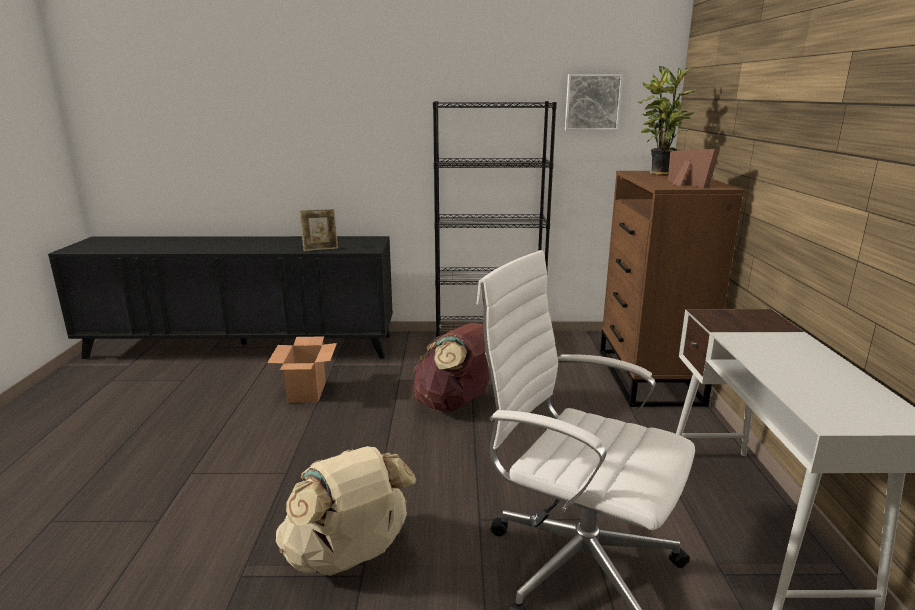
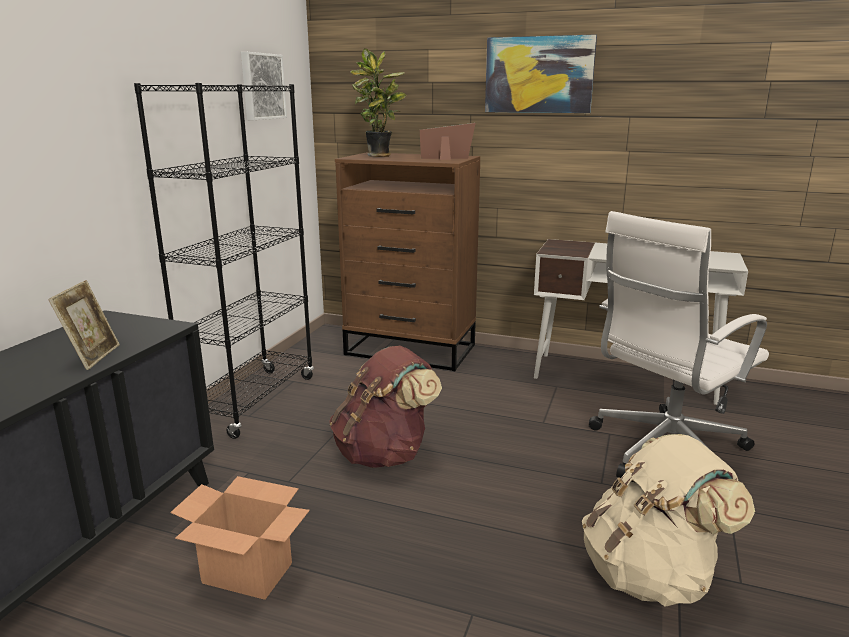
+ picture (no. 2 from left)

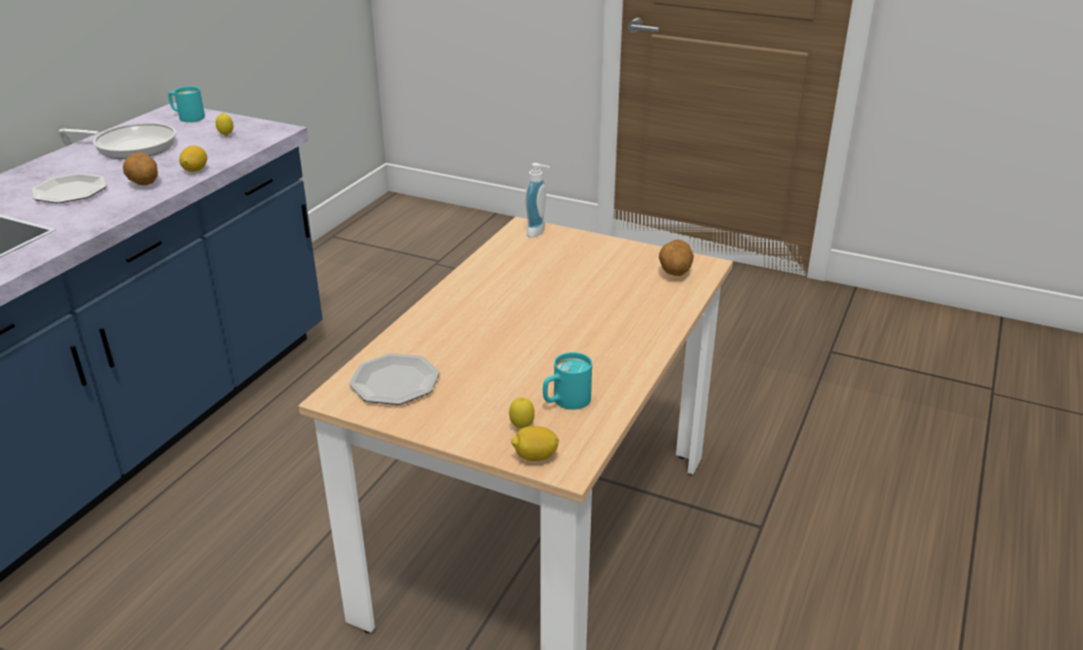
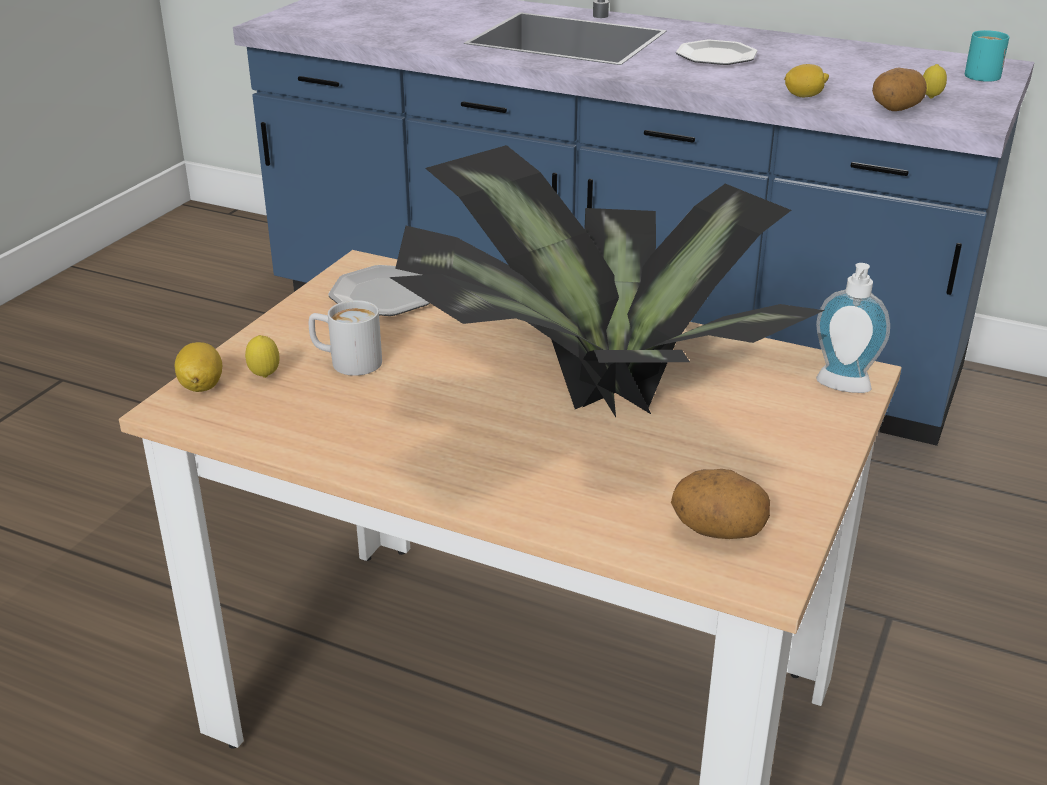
- frying_pan
~ potato (no. 1 from left in the first image) to potato (no. 2 from left)
- turquoise_mug (no. 2 from left)
+ potted_plant
+ white_mug

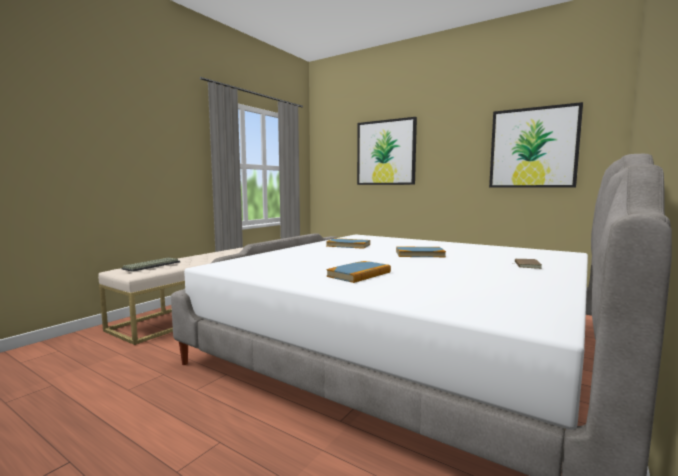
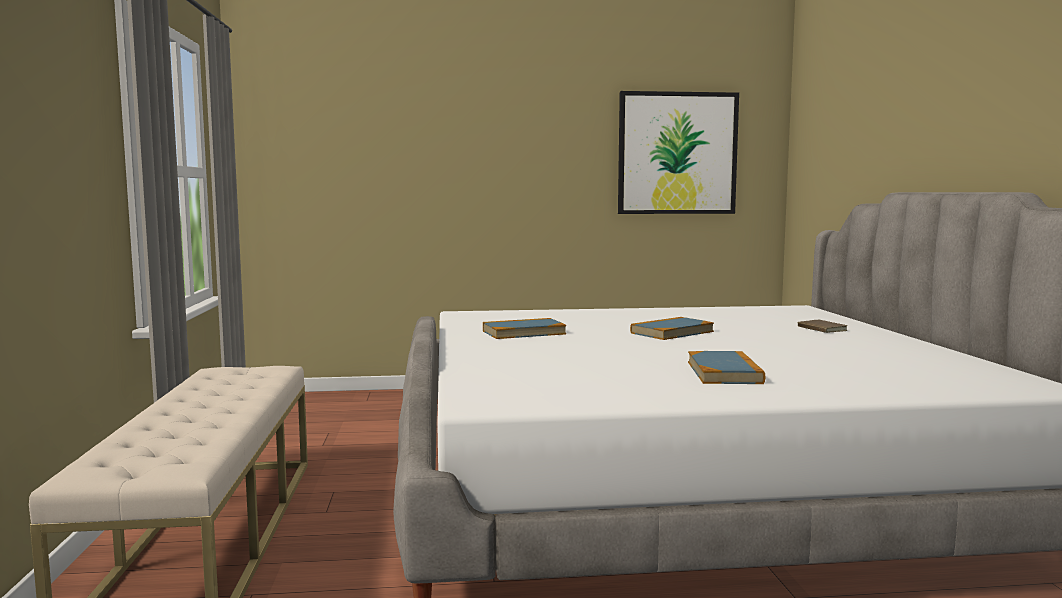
- picture (no. 1 from left)
- keyboard

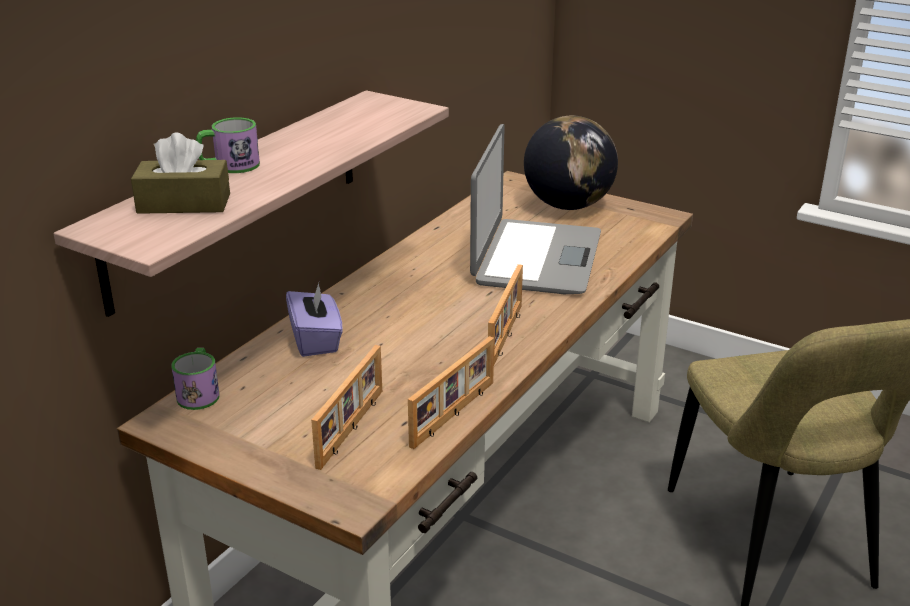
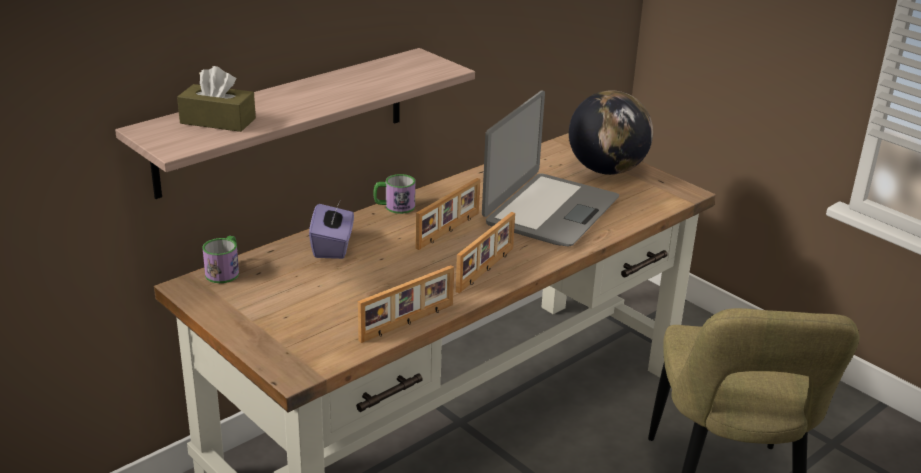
~ mug (no. 2 from left)
~ picture_frame (no. 1 from left in the first image) to picture_frame (no. 2 from left)

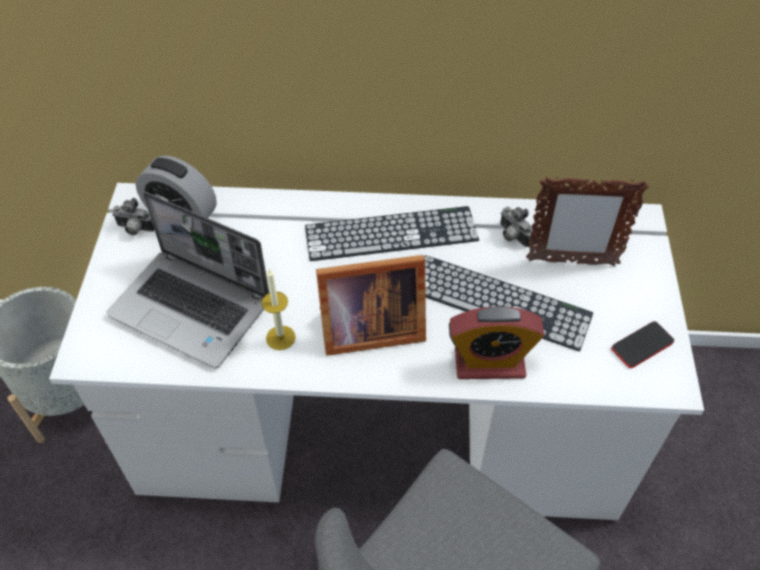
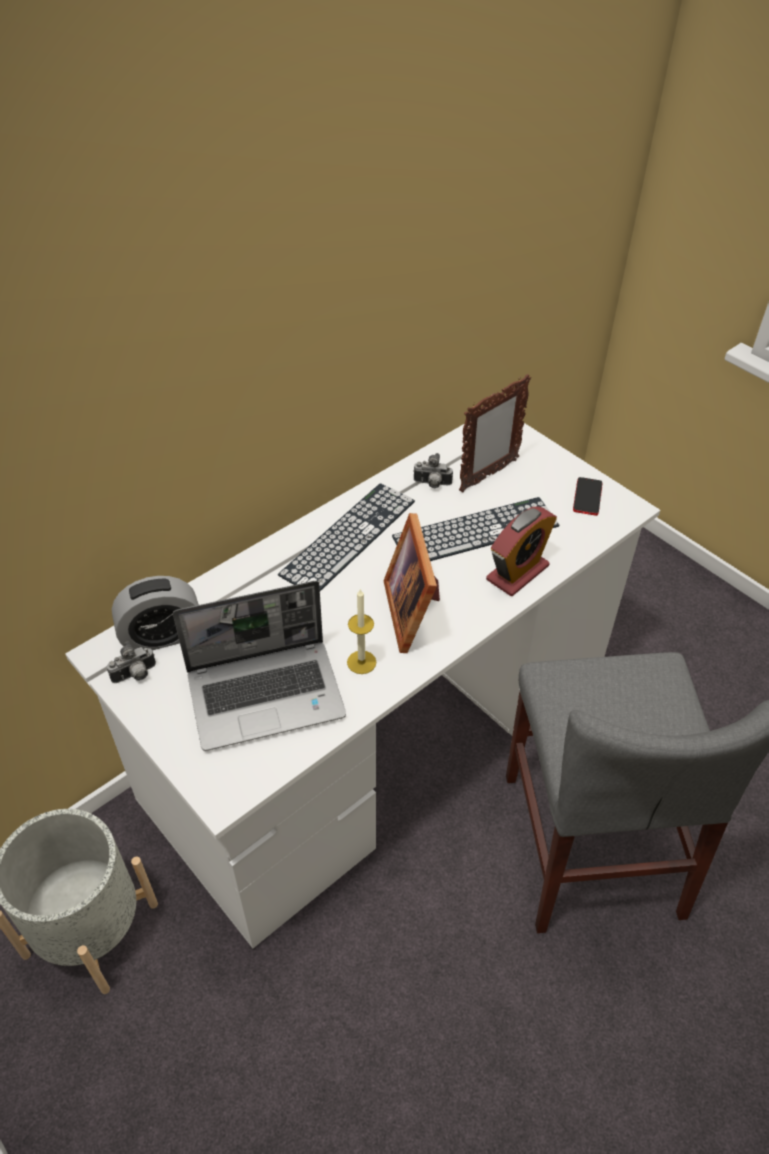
~ picture_frame (no. 1 from left) 135 degrees clockwise

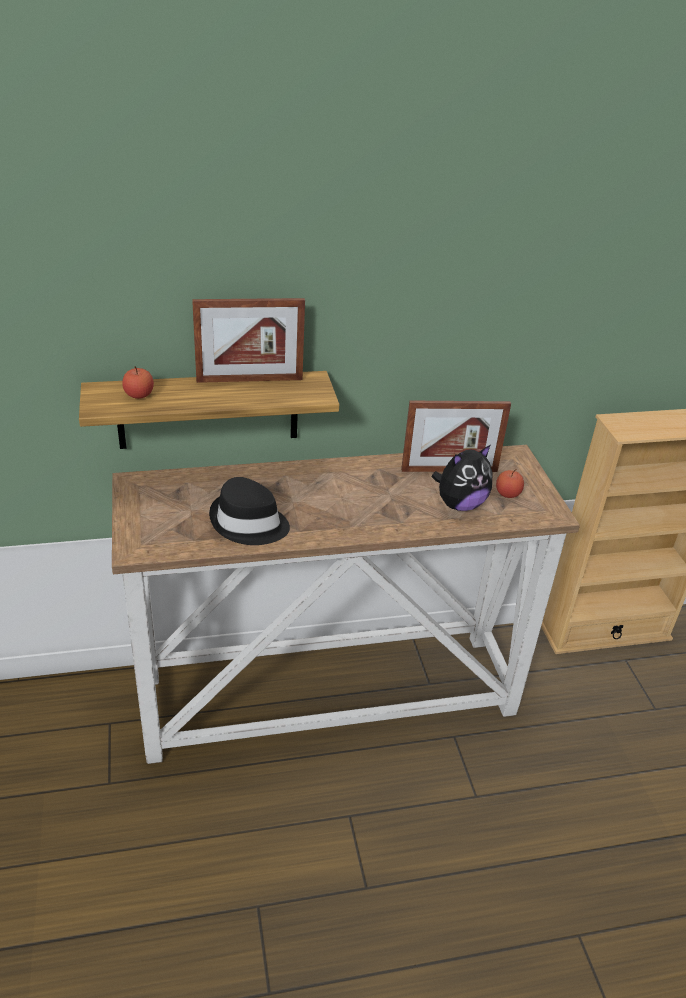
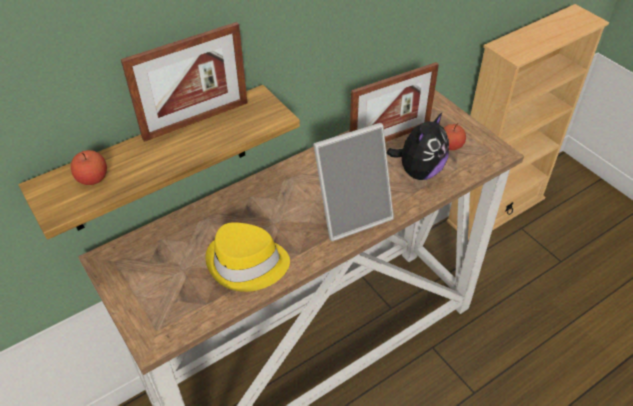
~ black_hat to yellow_hat
+ picture_frame (no. 2 from left)

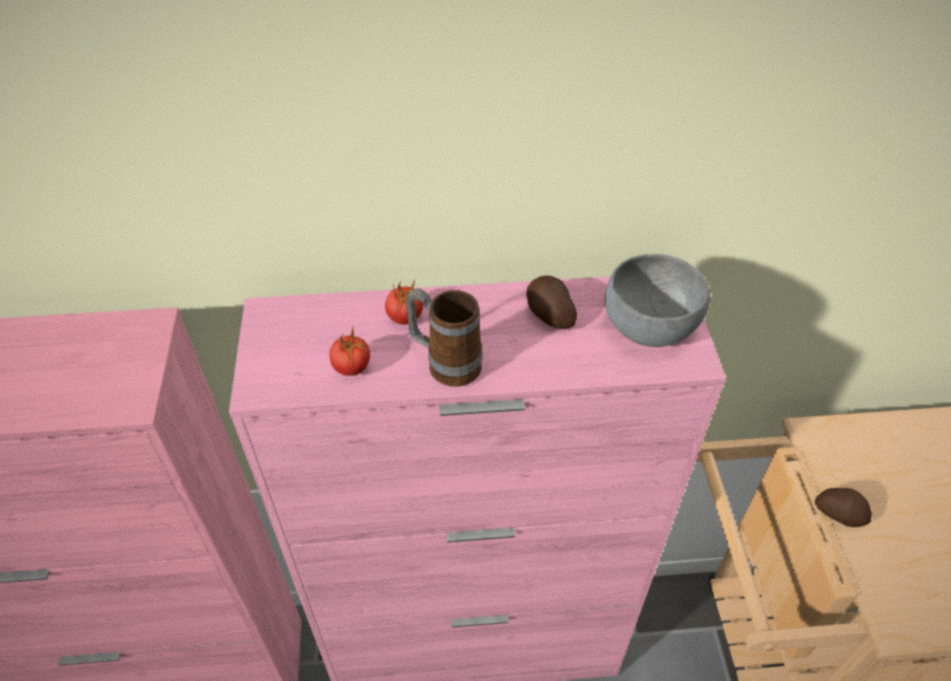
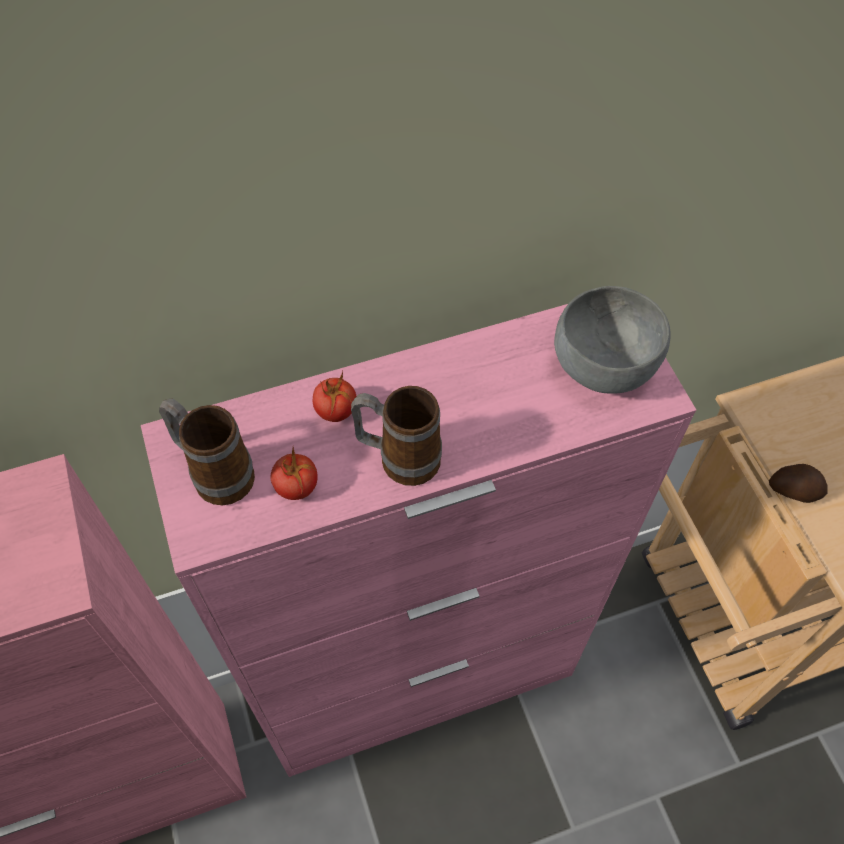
- potato (no. 1 from left)
+ mug (no. 1 from left)

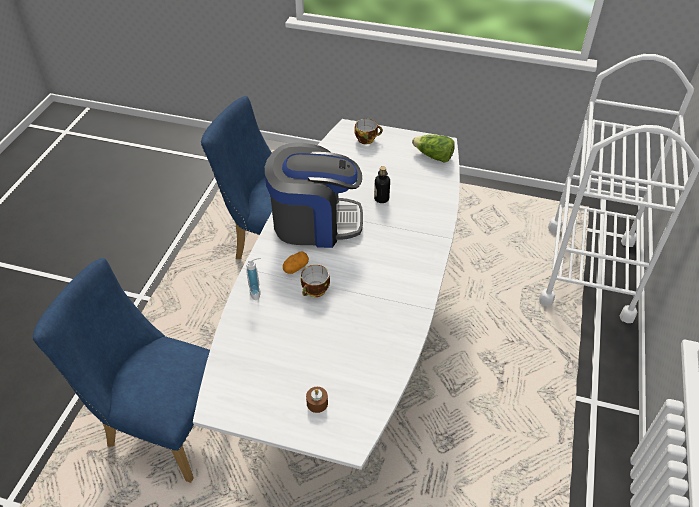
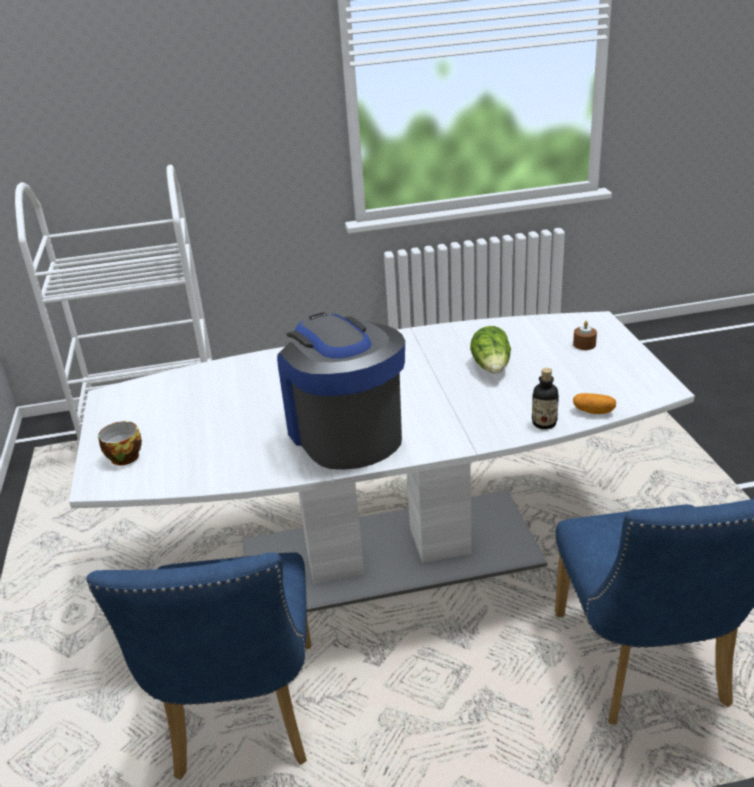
~ lettuce
~ bottle
~ potato
- soap_dispenser
- cup (no. 1 from left)

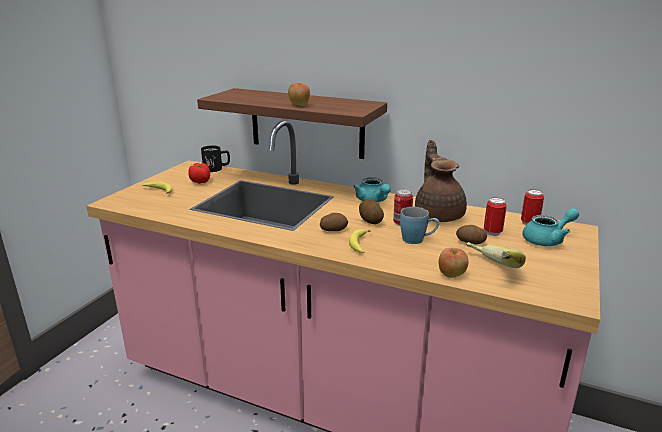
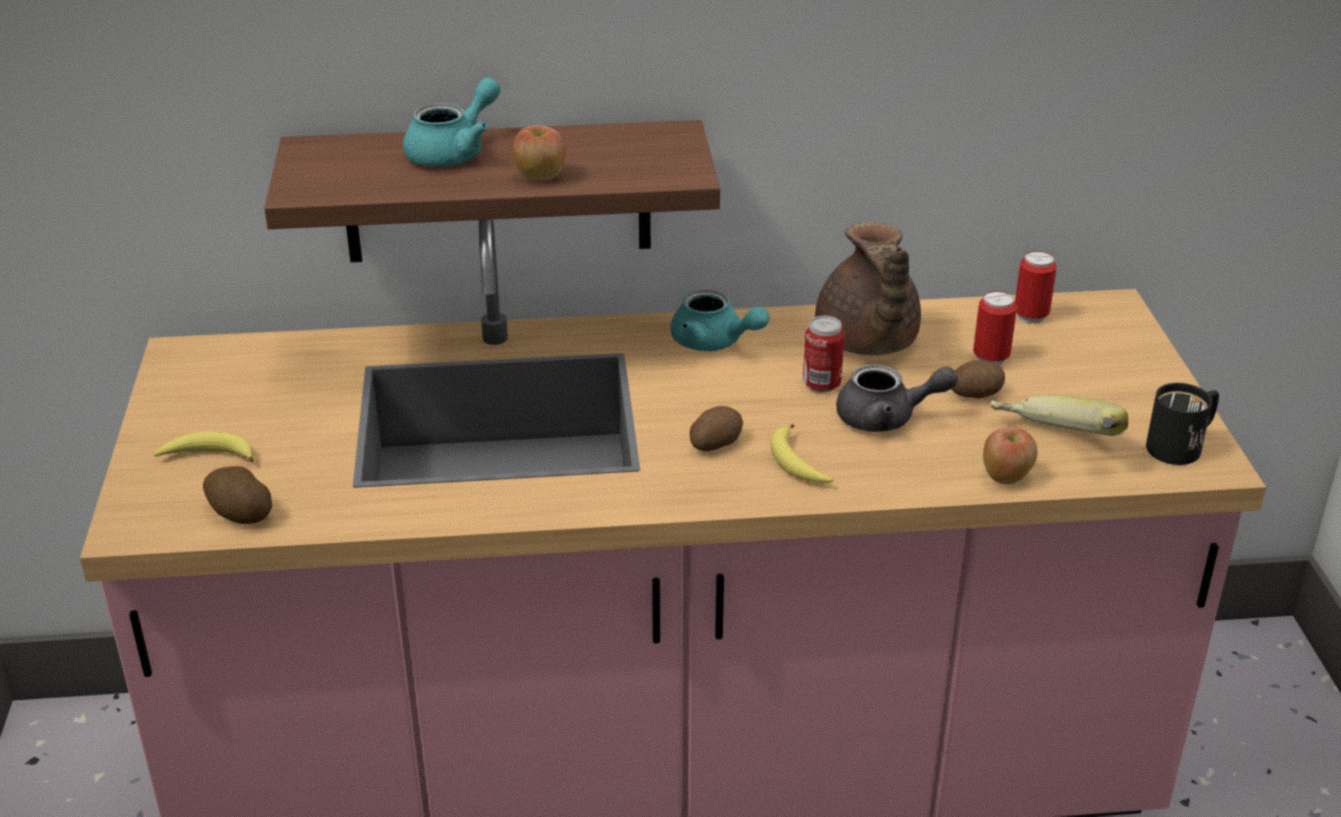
~ brown_teapot 150 degrees counterclockwise
~ black_mug
- tomato
~ potato (no. 2 from left in the first image) to potato (no. 1 from left)
~ blue_mug to grey_teapot
~ turquoise_teapot (no. 2 from left in the first image) to turquoise_teapot (no. 1 from left)

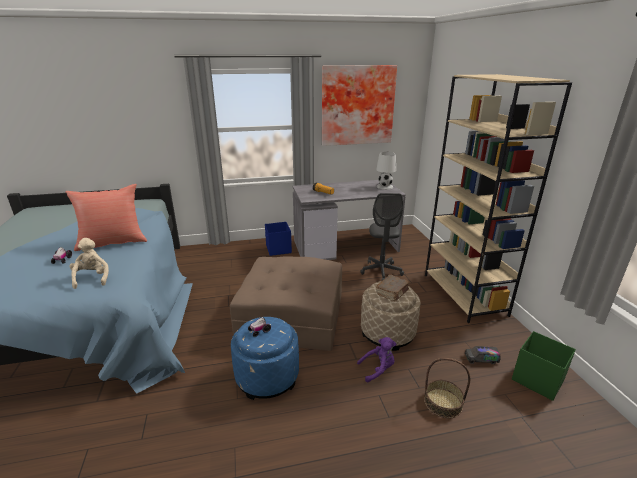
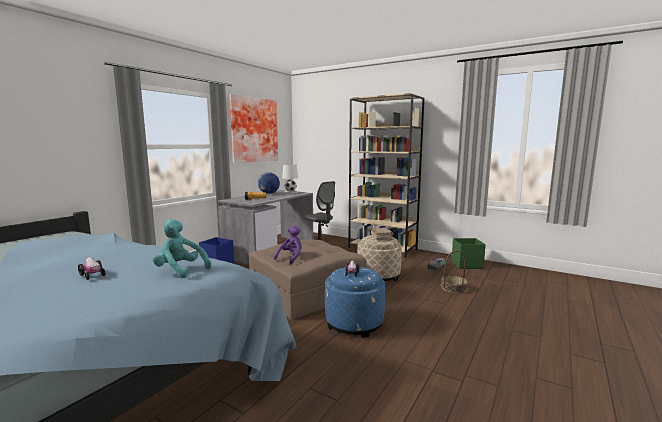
- red_pillow
~ beige_plush_toy to turquoise_plush_toy
~ purple_plush_toy
+ globe

